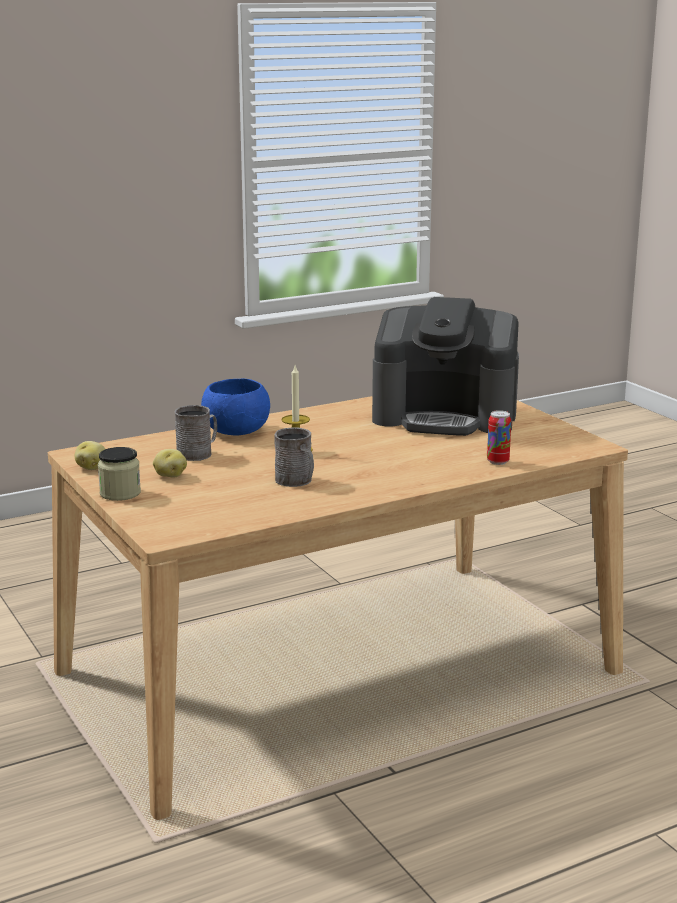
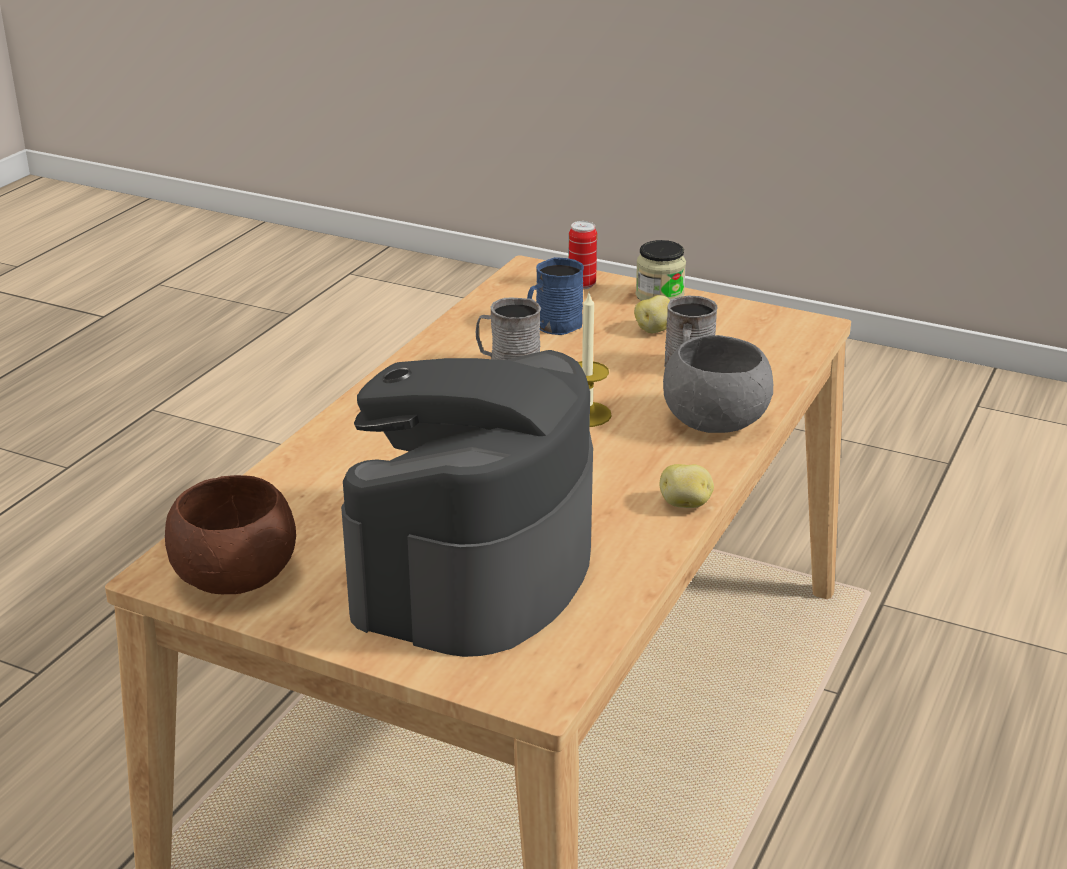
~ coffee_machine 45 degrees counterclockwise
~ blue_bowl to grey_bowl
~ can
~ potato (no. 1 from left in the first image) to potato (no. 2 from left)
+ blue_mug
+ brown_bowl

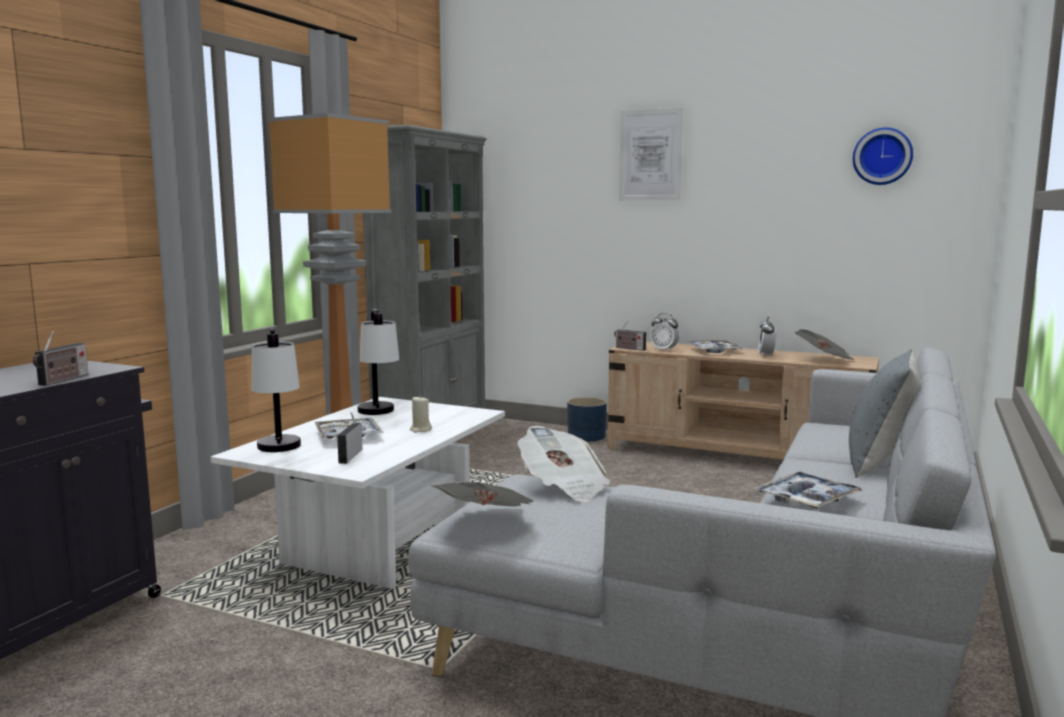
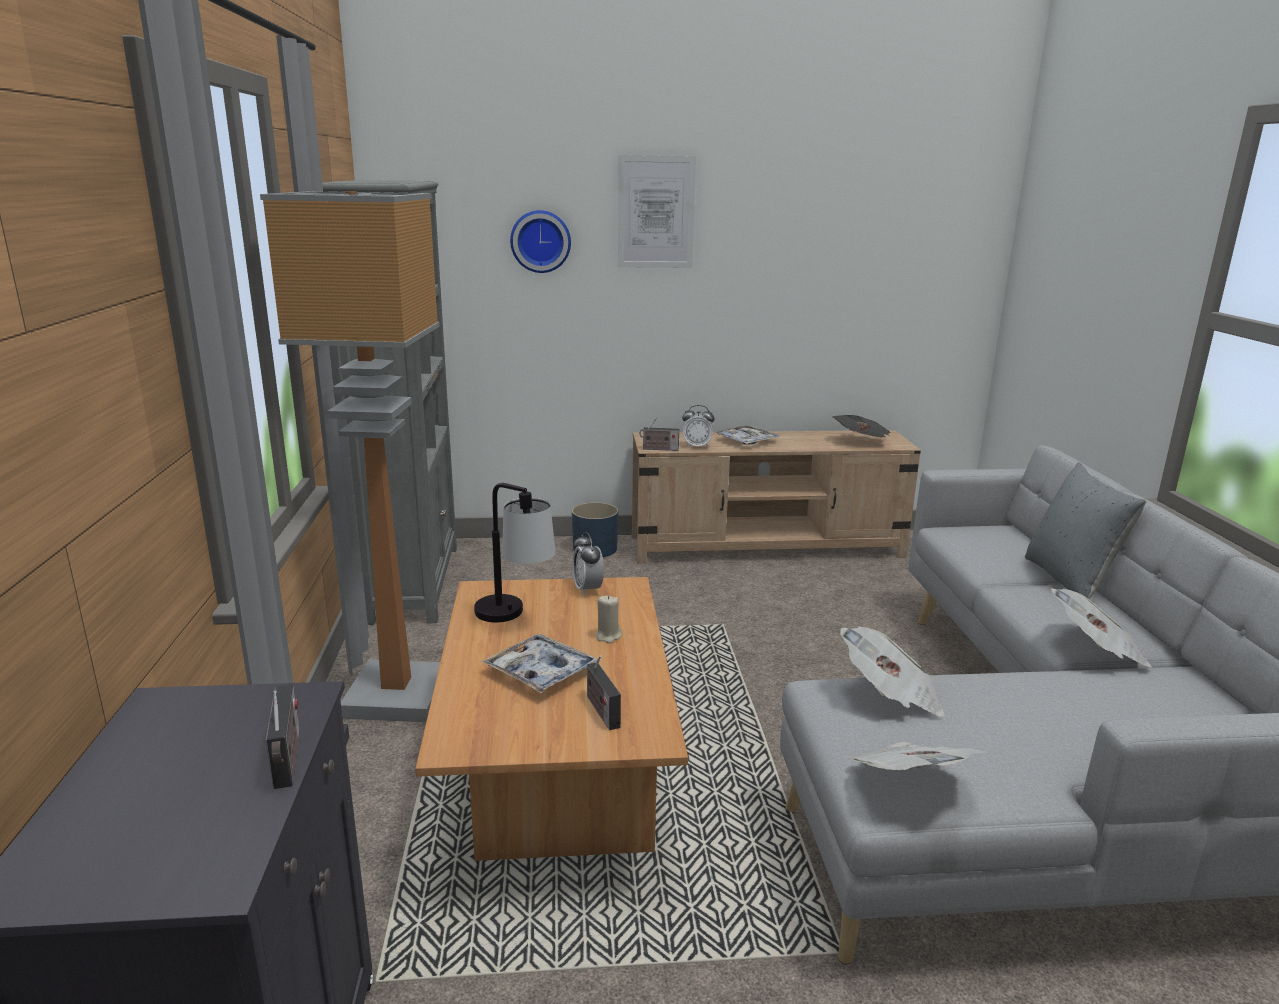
~ wall_clock
~ alarm_clock (no. 2 from left in the first image) to alarm_clock (no. 1 from left)
- table_lamp (no. 1 from left)
~ white_coffee_table to brown_coffee_table
~ tray (no. 3 from left) to newspaper (no. 4 from left)

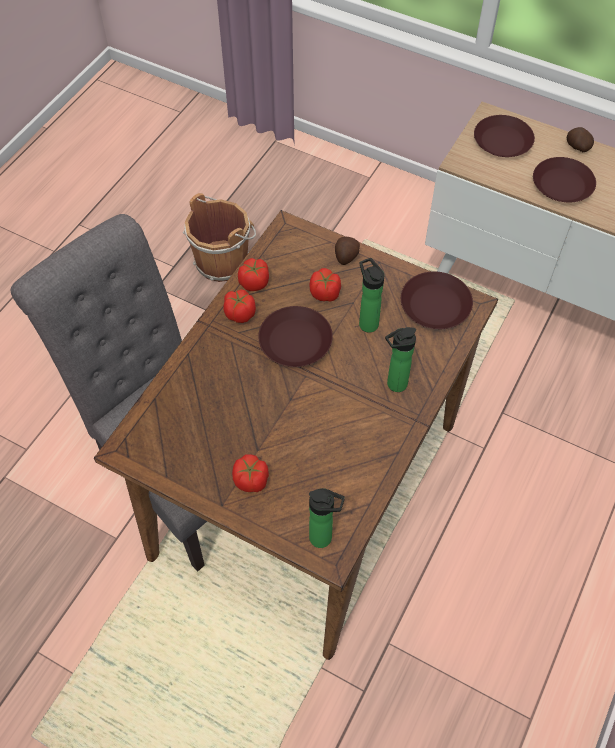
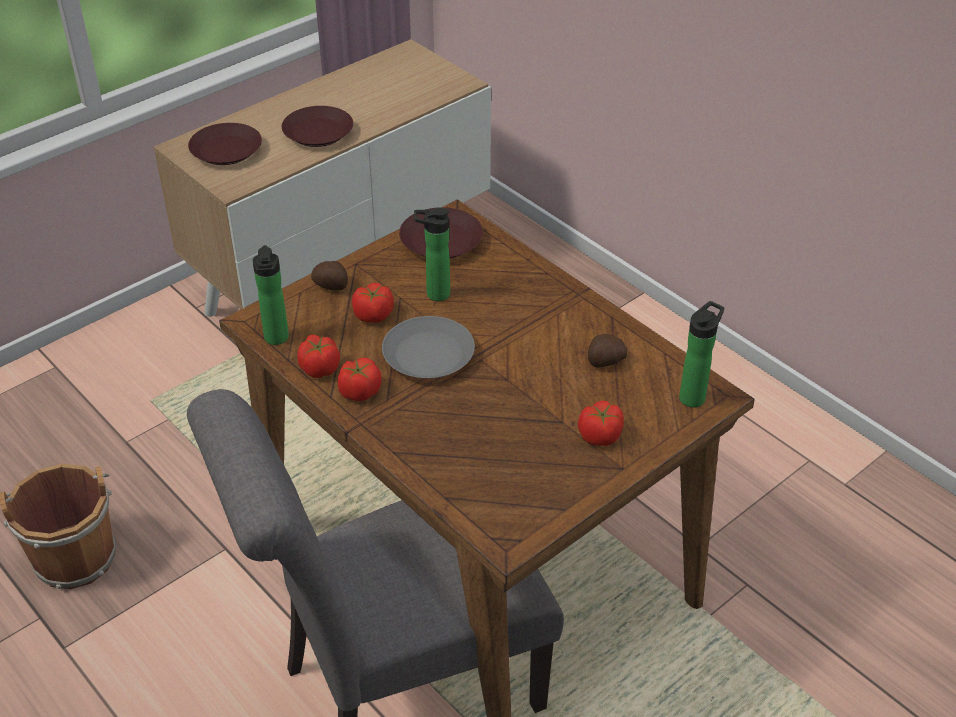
~ potato (no. 2 from left)
~ brown_plate (no. 1 from left) to grey_plate
~ bottle (no. 3 from left in the first image) to bottle (no. 1 from left)

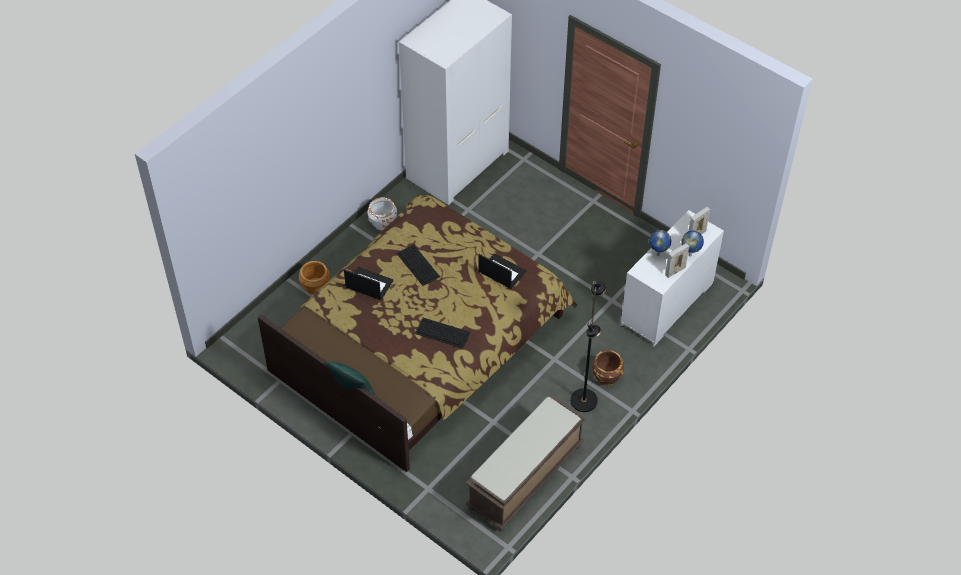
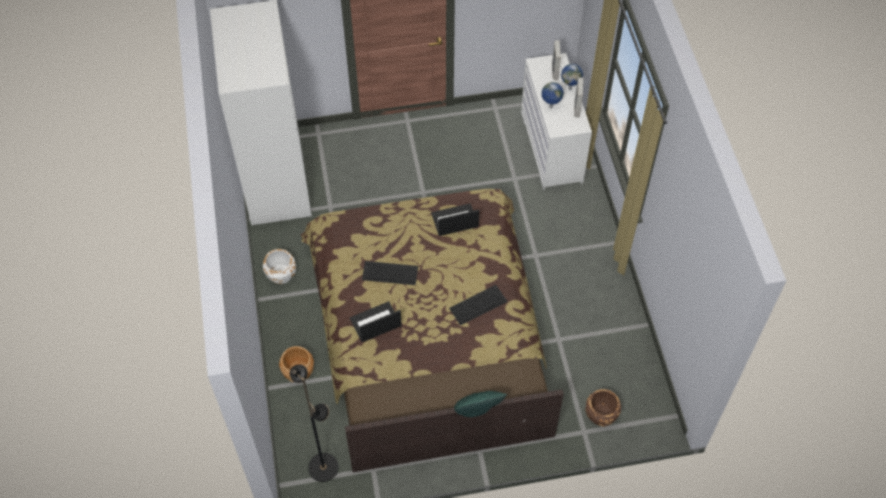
~ black_floor_lamp
~ brown_planter (no. 2 from left)
- brown_bench

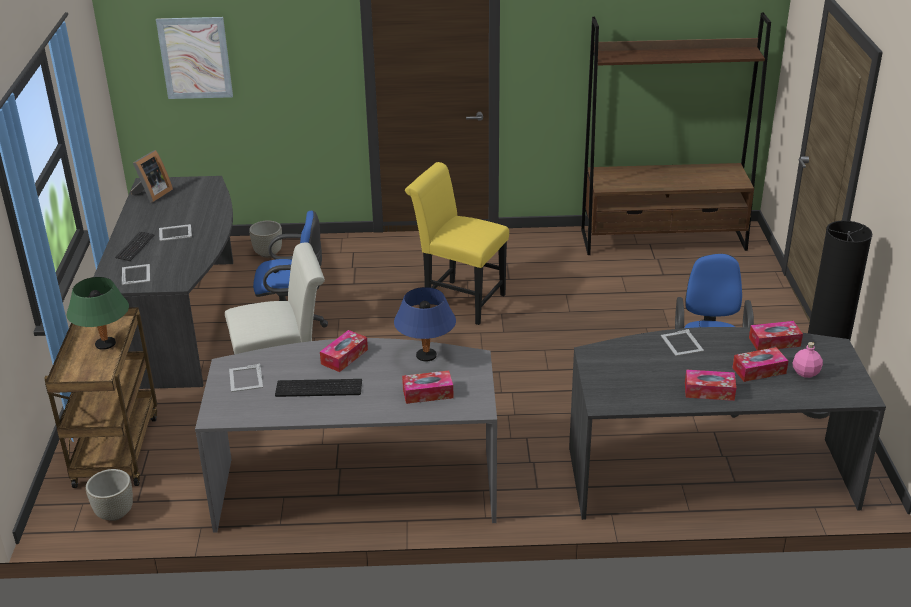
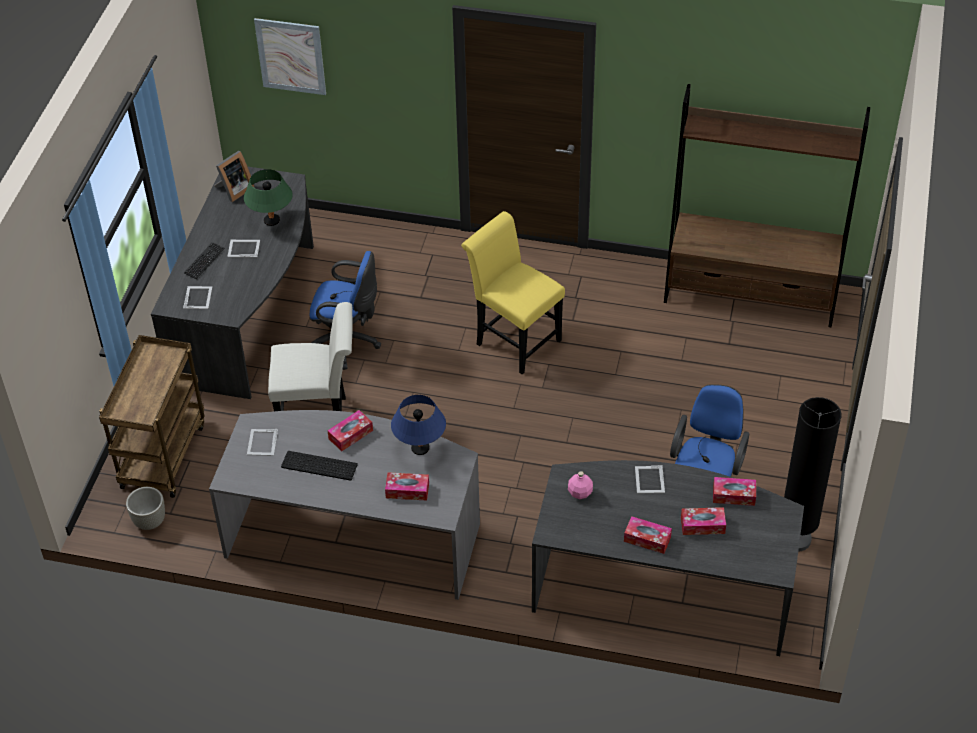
- grey_planter (no. 2 from left)
~ green_table_lamp
~ pink_bottle

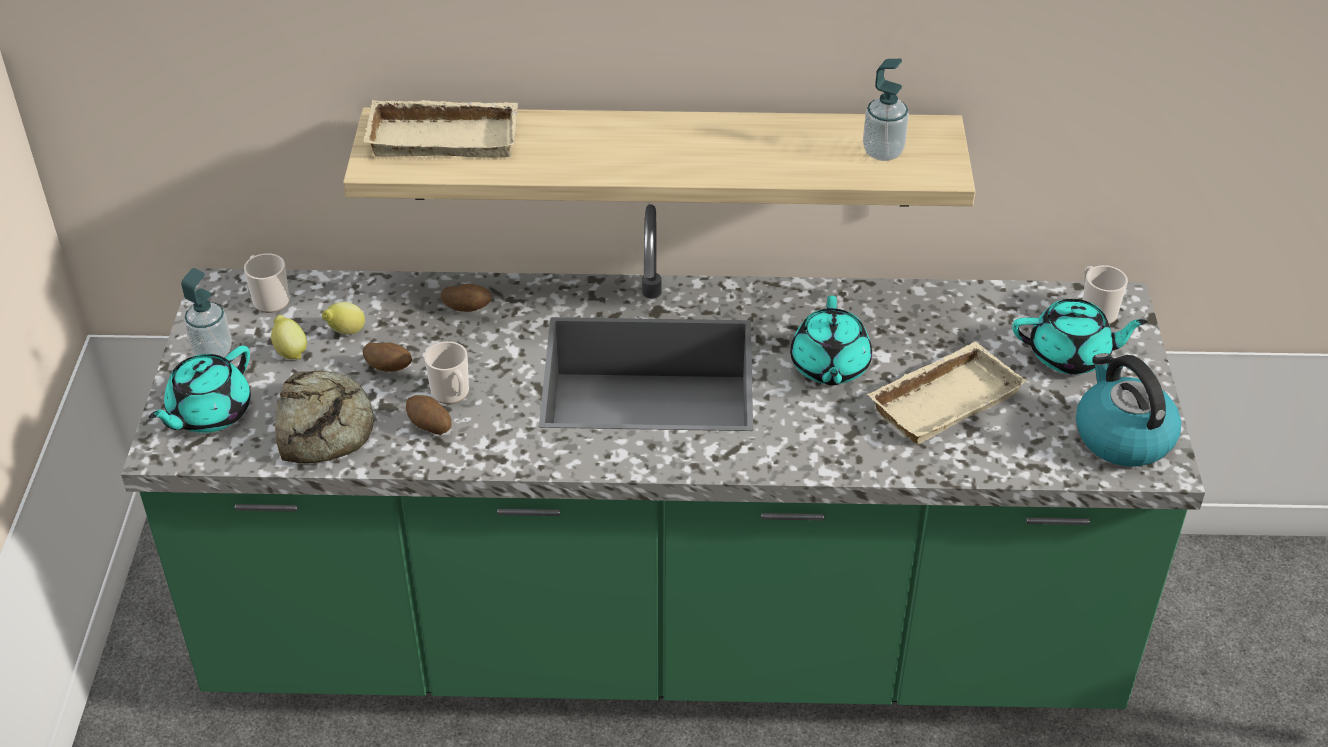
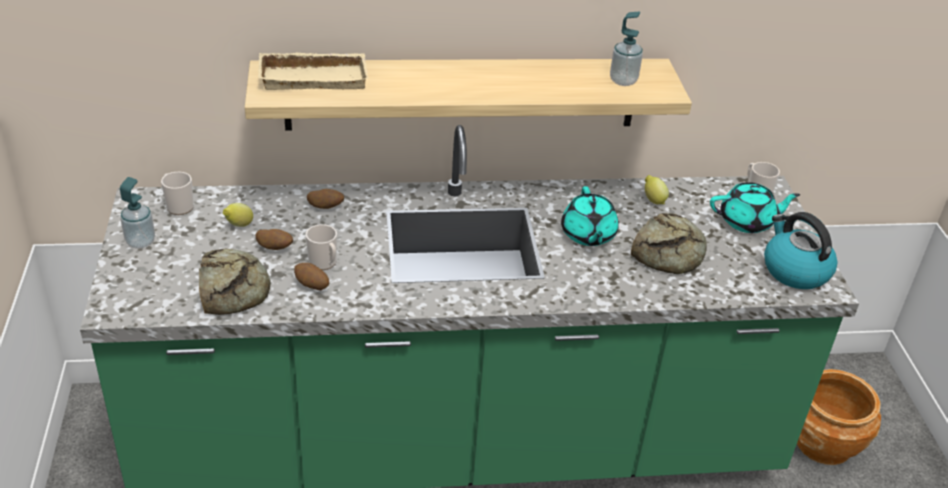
~ lemon (no. 1 from left in the first image) to lemon (no. 2 from left)
~ beige_tray (no. 2 from left) to bread (no. 2 from left)
- turquoise_teapot (no. 1 from left)
+ brown_planter

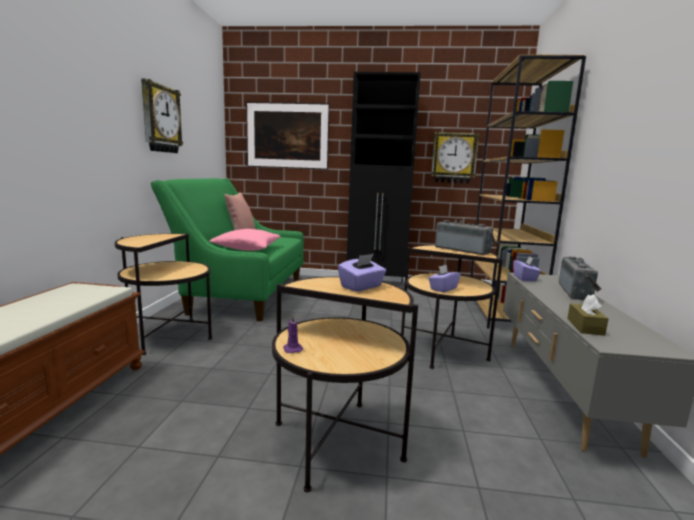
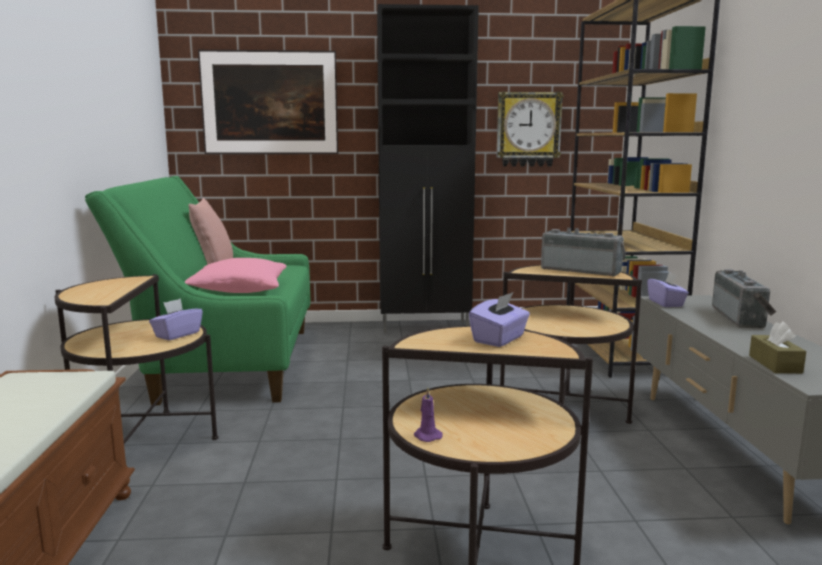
- wall_clock (no. 1 from left)
~ purple_tissue_box (no. 2 from left in the first image) to purple_tissue_box (no. 1 from left)

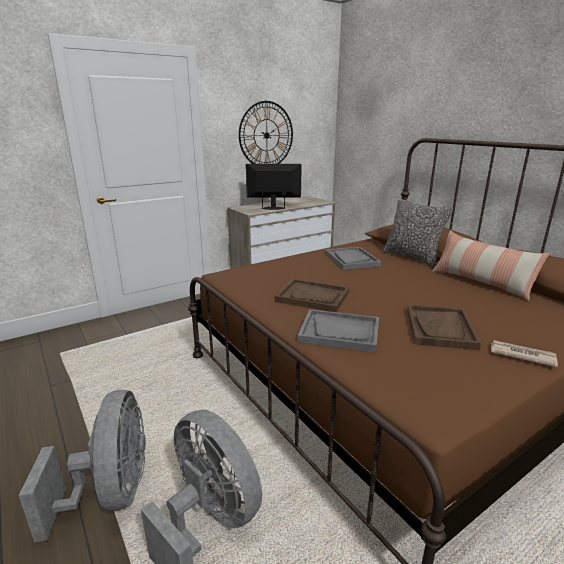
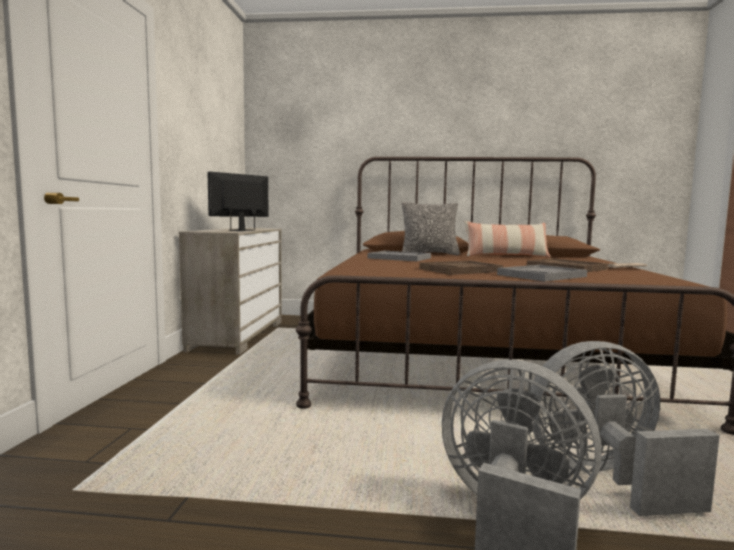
- wall_clock

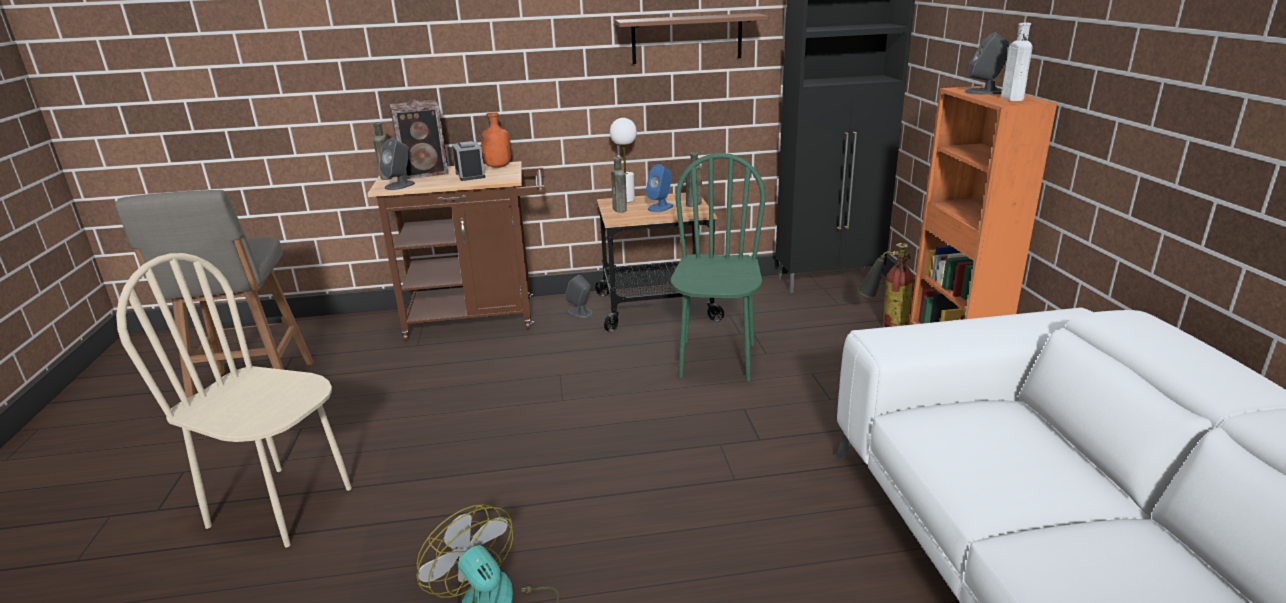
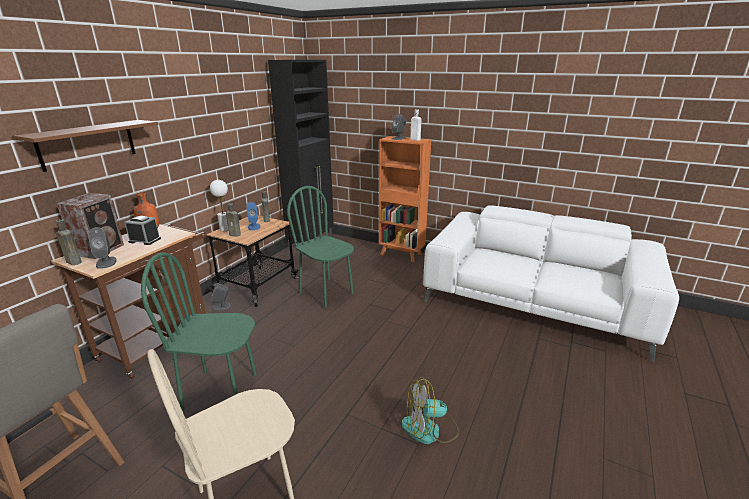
~ brown_shelf
- fire_extinguisher
+ green_chair (no. 1 from left)

